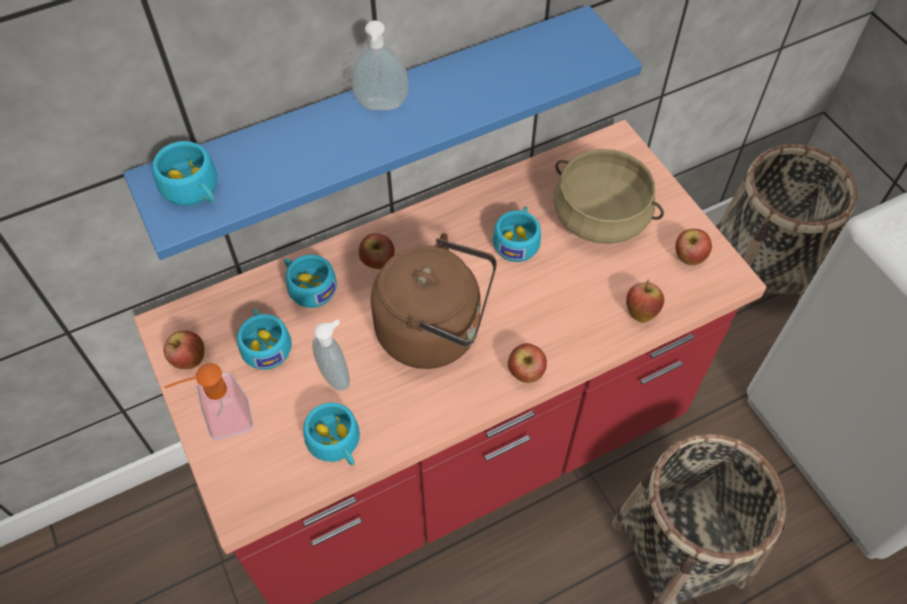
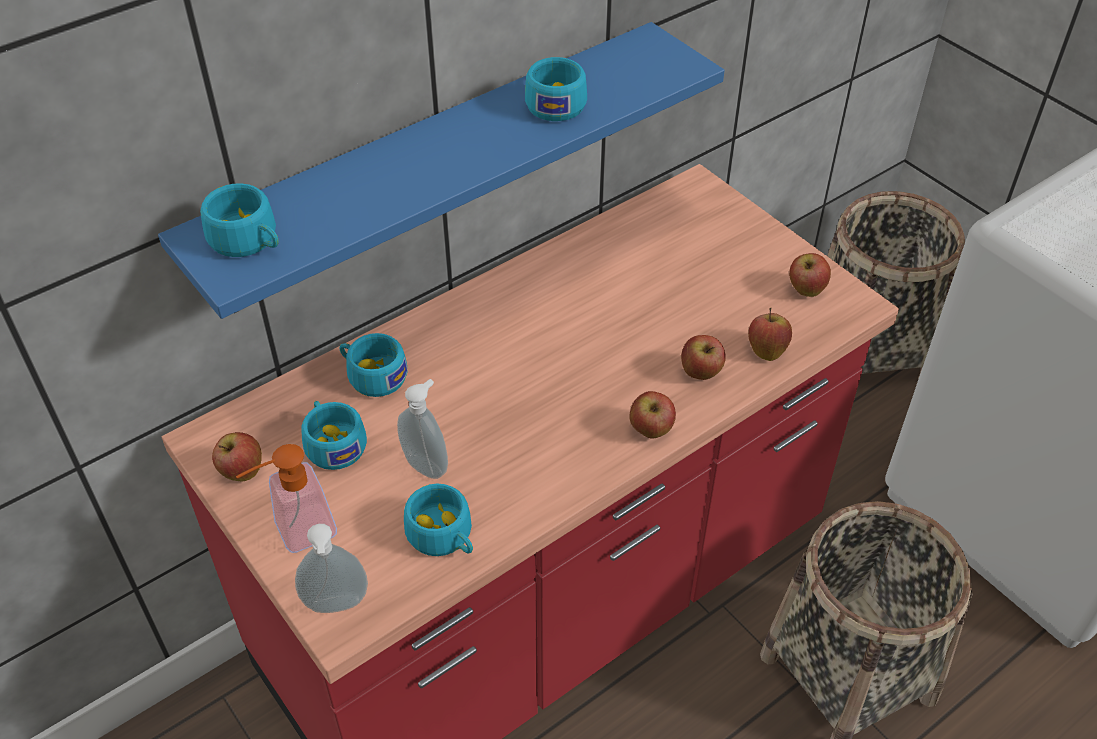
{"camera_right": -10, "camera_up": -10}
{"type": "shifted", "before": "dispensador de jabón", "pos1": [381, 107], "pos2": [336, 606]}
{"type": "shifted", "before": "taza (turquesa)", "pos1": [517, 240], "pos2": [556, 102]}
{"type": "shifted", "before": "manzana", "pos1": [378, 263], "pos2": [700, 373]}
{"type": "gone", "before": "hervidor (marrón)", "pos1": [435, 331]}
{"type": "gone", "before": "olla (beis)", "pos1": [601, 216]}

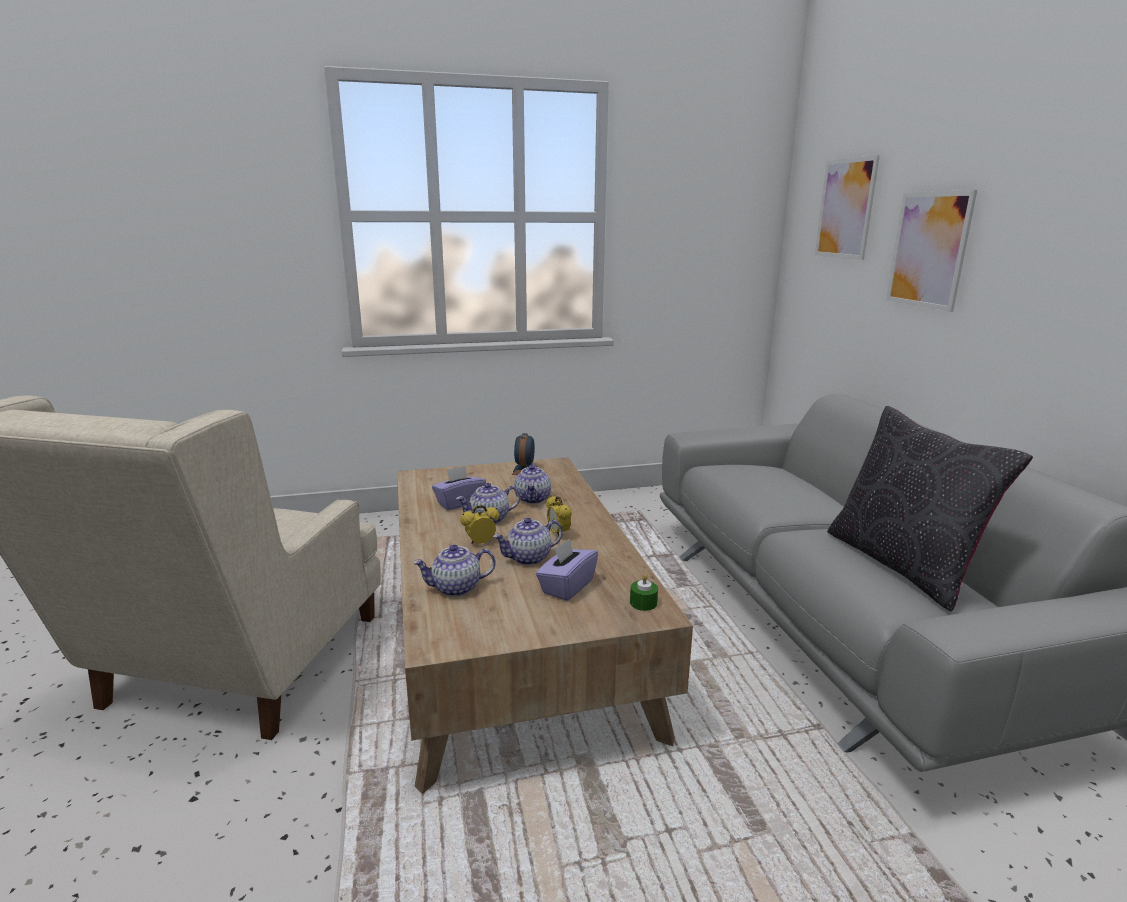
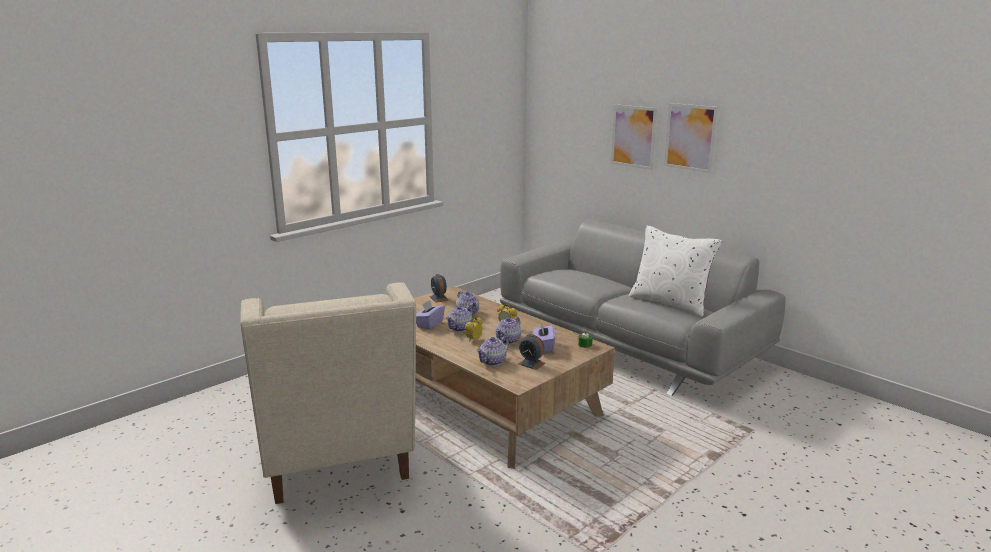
{"camera_right": -30, "camera_up": 0}
{"type": "new", "after": "despertador", "pos2": [531, 363]}
{"type": "repainted", "before": "cojín (negro)", "after": "cojín (blanco)", "pos1": [902, 564], "pos2": [670, 302]}
{"type": "shifted", "before": "cuadro", "pos1": [845, 209], "pos2": [690, 137]}

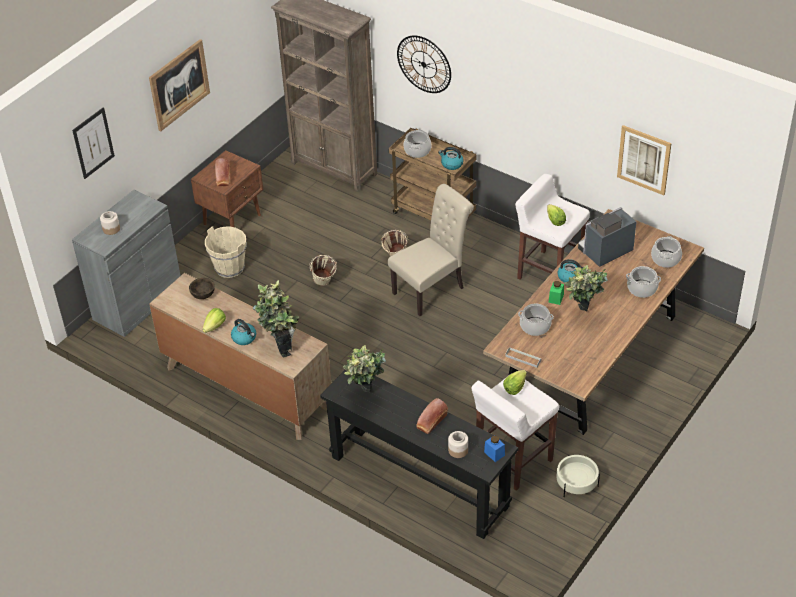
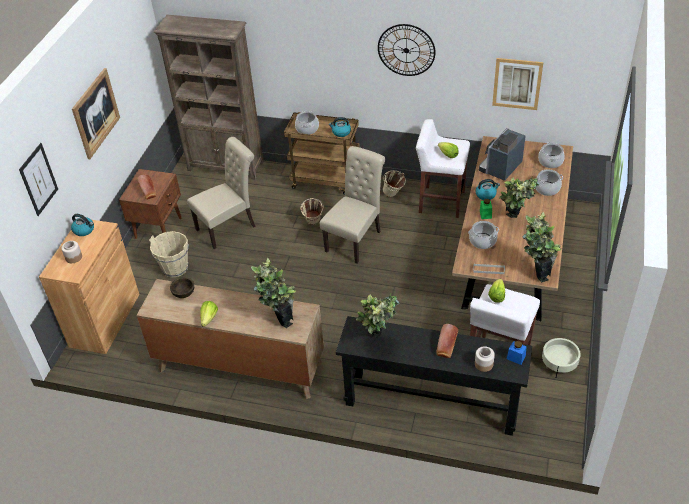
{"camera_right": -20, "camera_up": 0}
{"type": "repainted", "before": "armario (gris)", "after": "armario (marrón)", "pos1": [137, 302], "pos2": [105, 320]}
{"type": "shifted", "before": "hervidor", "pos1": [244, 338], "pos2": [84, 230]}
{"type": "new", "after": "silla (beis)", "pos2": [229, 227]}
{"type": "shifted", "before": "reloj de pared", "pos1": [424, 64], "pos2": [406, 50]}
{"type": "shifted", "before": "cubo (beis)", "pos1": [324, 284], "pos2": [393, 195]}
{"type": "new", "after": "planta en maceta", "pos2": [536, 272]}

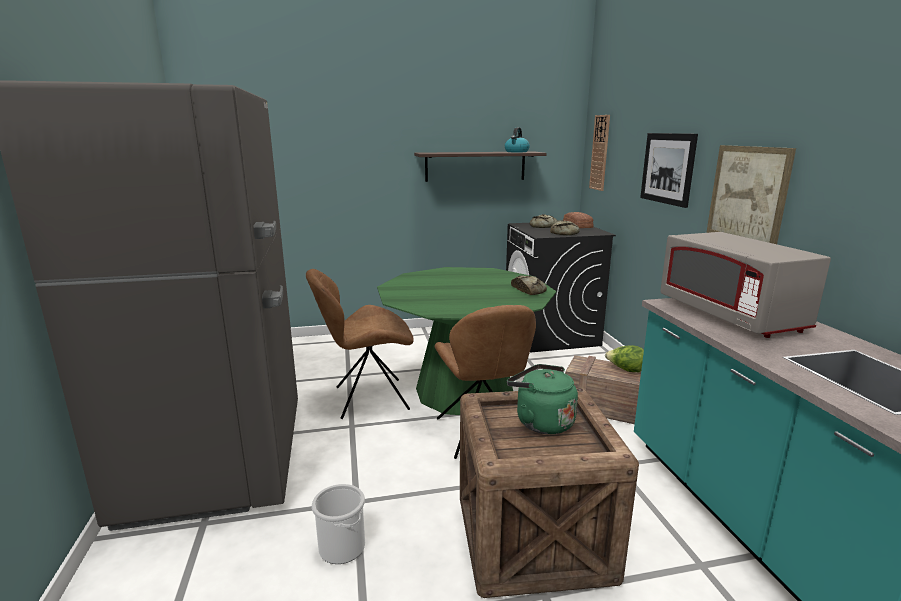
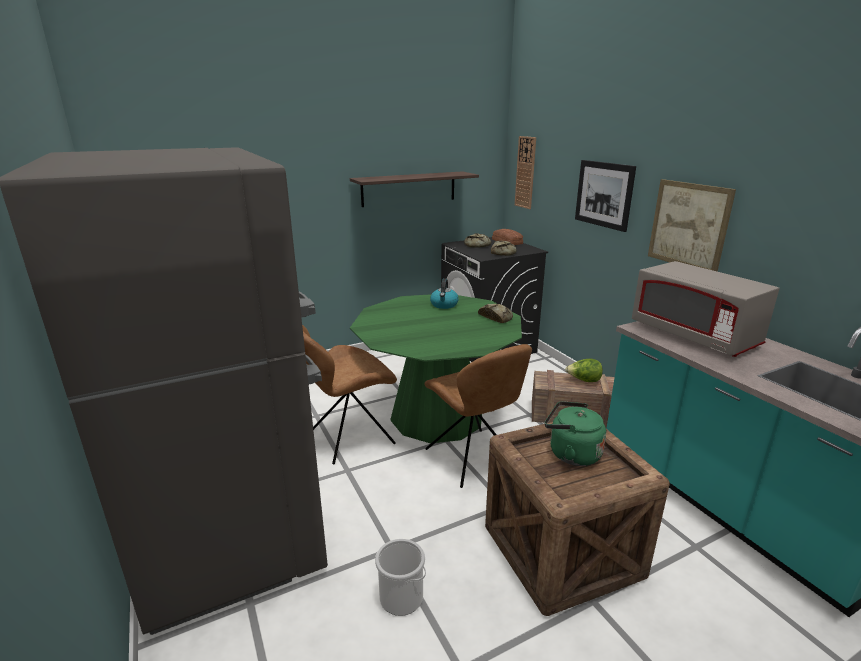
{"camera_right": -15, "camera_up": 5}
{"type": "shifted", "before": "hervidor", "pos1": [516, 152], "pos2": [444, 305]}

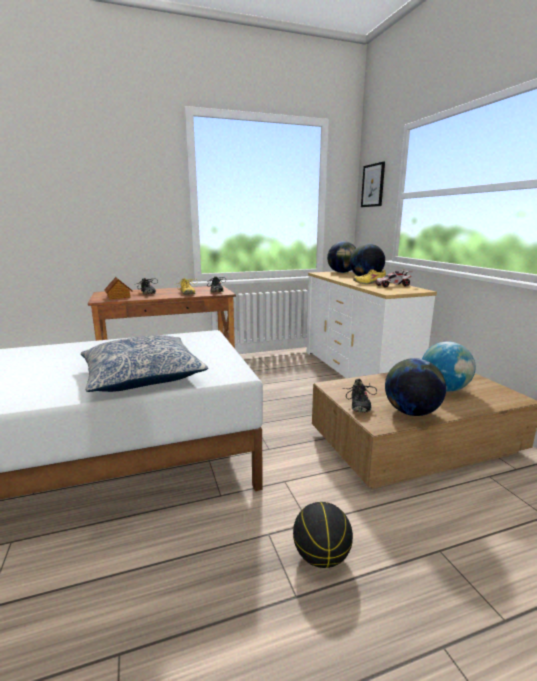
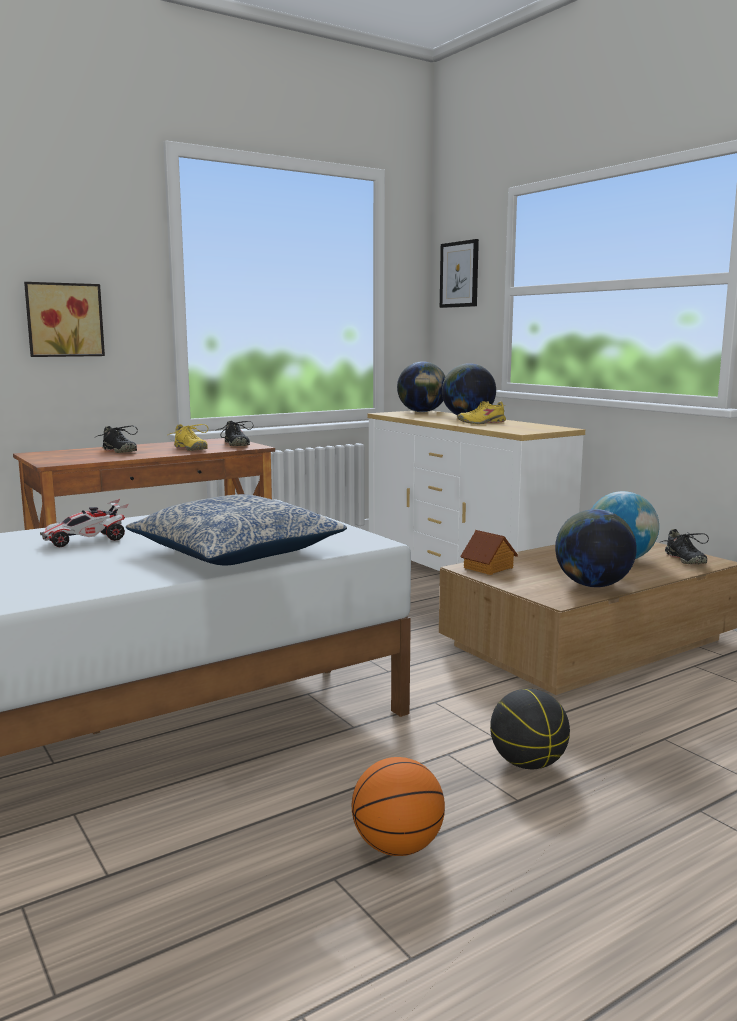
{"camera_right": -15, "camera_up": -5}
{"type": "new", "after": "cuadro", "pos2": [64, 320]}
{"type": "shifted", "before": "coche de juguete", "pos1": [392, 286], "pos2": [86, 540]}
{"type": "new", "after": "balón de baloncesto", "pos2": [397, 847]}
{"type": "shifted", "before": "casita", "pos1": [118, 297], "pos2": [489, 568]}
{"type": "shifted", "before": "zapato (negro)", "pos1": [358, 405], "pos2": [684, 560]}

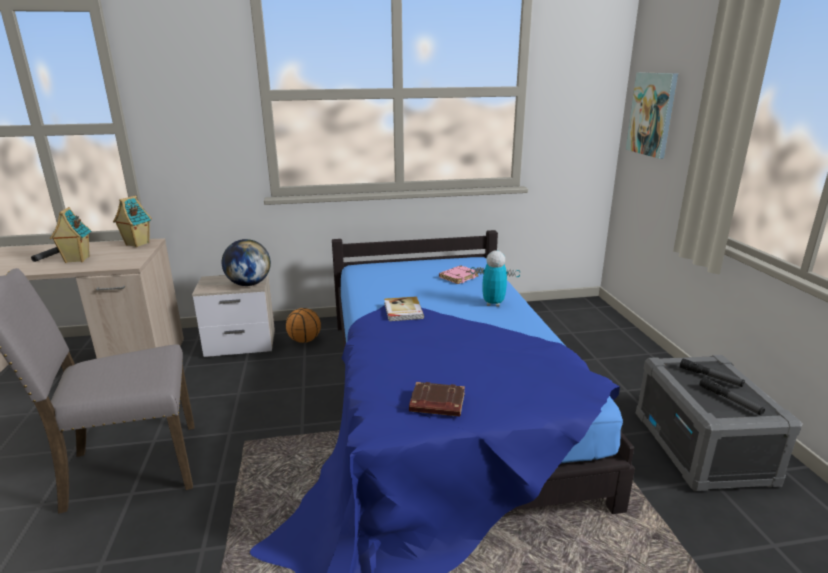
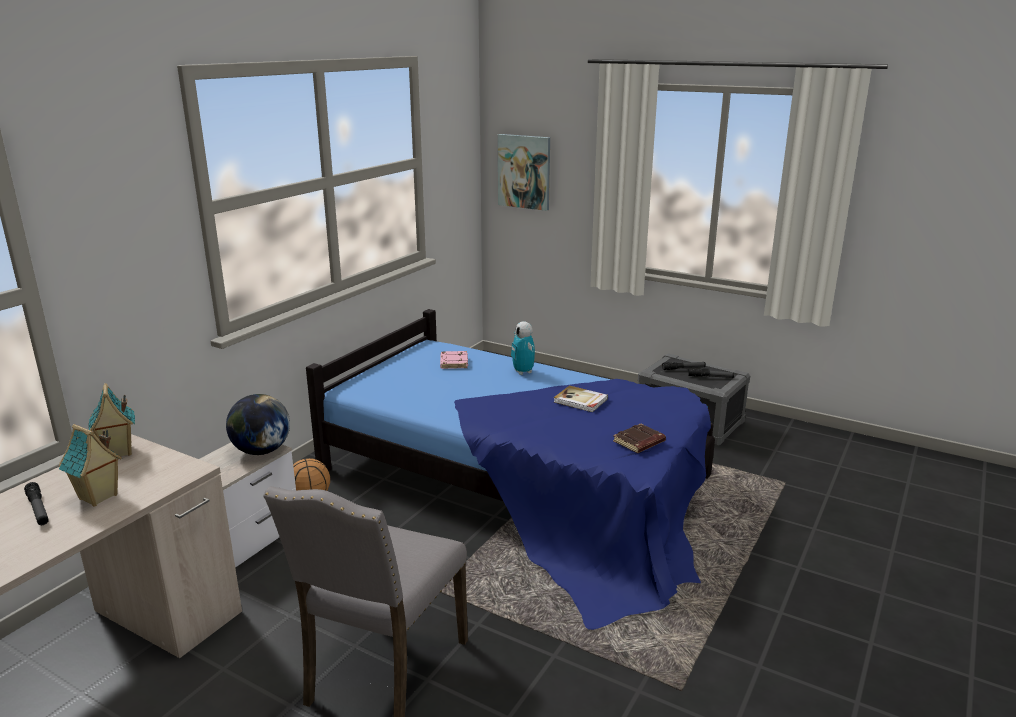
{"camera_right": -50, "camera_up": 0}
{"type": "rotated", "before": "robot de juguete", "pos1": [493, 304], "pos2": [523, 372], "turn": -75}
{"type": "shifted", "before": "libro", "pos1": [402, 311], "pos2": [580, 401]}

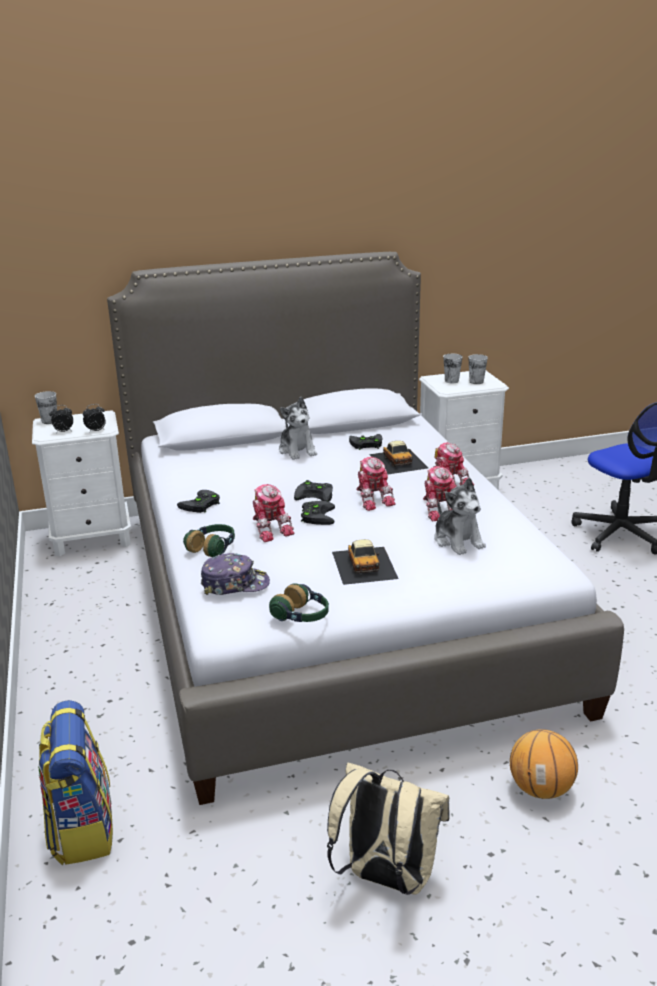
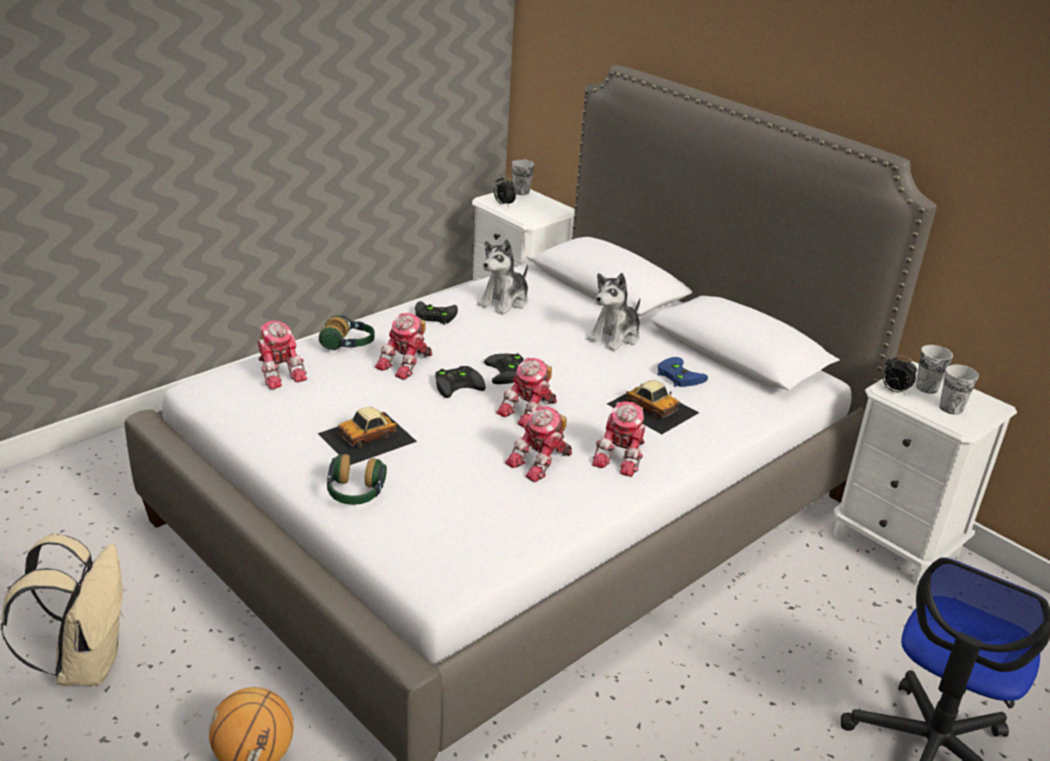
{"camera_right": 60, "camera_up": 5}
{"type": "swapped", "before": "gorra", "after": "robot de juguete", "pos1": [235, 584], "pos2": [279, 372]}
{"type": "shifted", "before": "auriculares", "pos1": [302, 616], "pos2": [355, 493]}
{"type": "shifted", "before": "peluche", "pos1": [458, 541], "pos2": [505, 302]}
{"type": "rotated", "before": "coche de juguete", "pos1": [398, 461], "pos2": [652, 408], "turn": -90}
{"type": "repainted", "before": "mando de consola (negro)", "after": "mando de consola (azul)", "pos1": [365, 444], "pos2": [677, 375]}
{"type": "shifted", "before": "despertador", "pos1": [96, 431], "pos2": [894, 391]}
{"type": "gone", "before": "mochila", "pos1": [81, 828]}

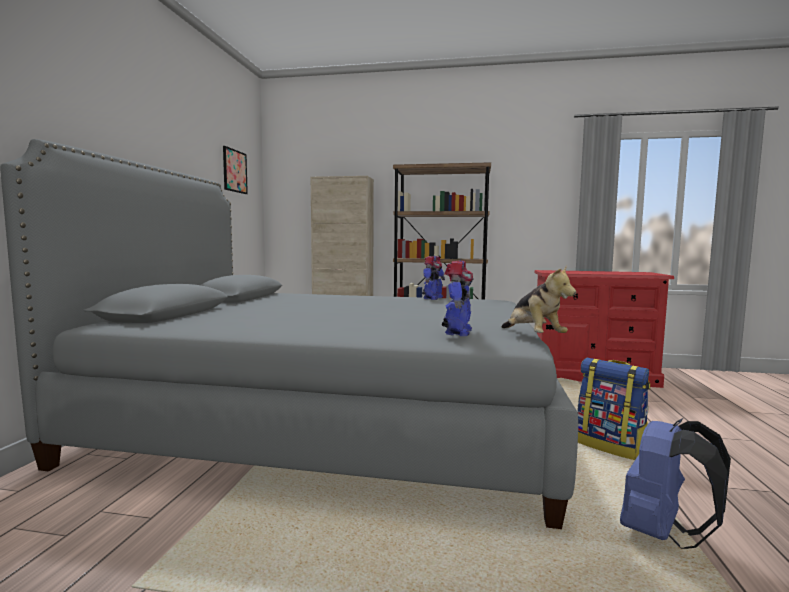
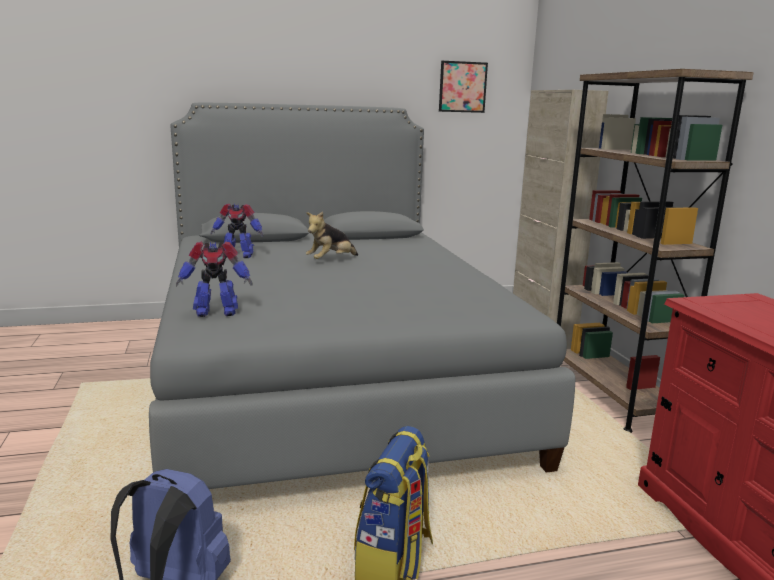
{"camera_right": 65, "camera_up": 10}
{"type": "shifted", "before": "robot de juguete", "pos1": [432, 298], "pos2": [238, 255]}
{"type": "shifted", "before": "peluche", "pos1": [533, 337], "pos2": [331, 261]}

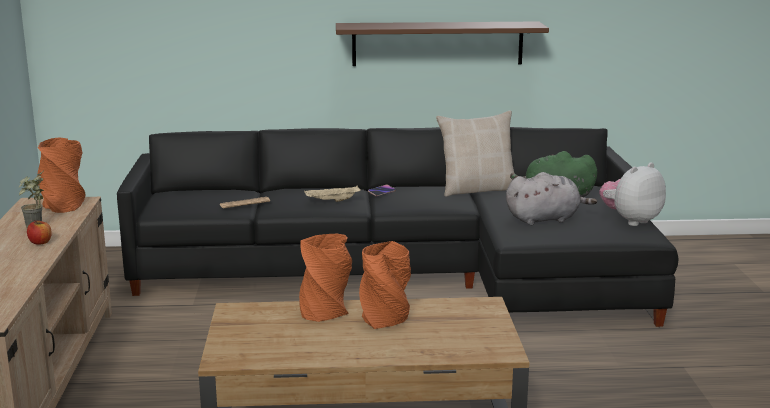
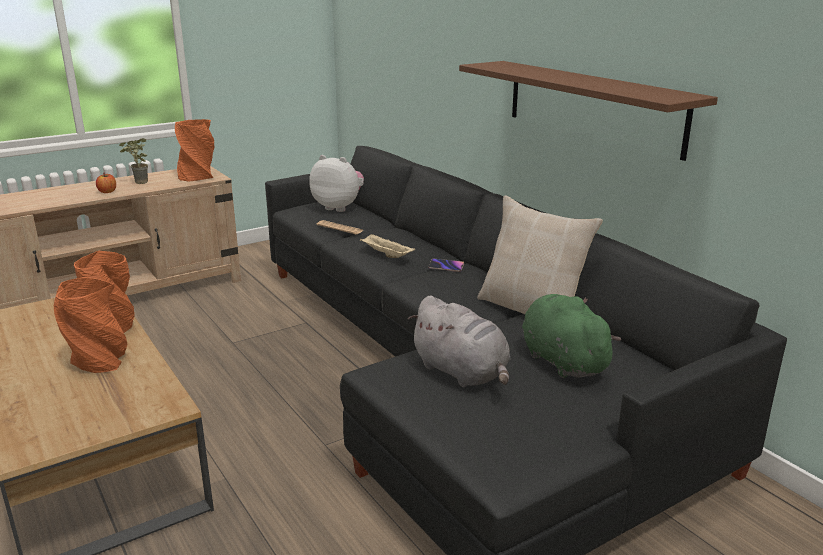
{"camera_right": 60, "camera_up": 5}
{"type": "shifted", "before": "peluche", "pos1": [631, 220], "pos2": [339, 207]}

